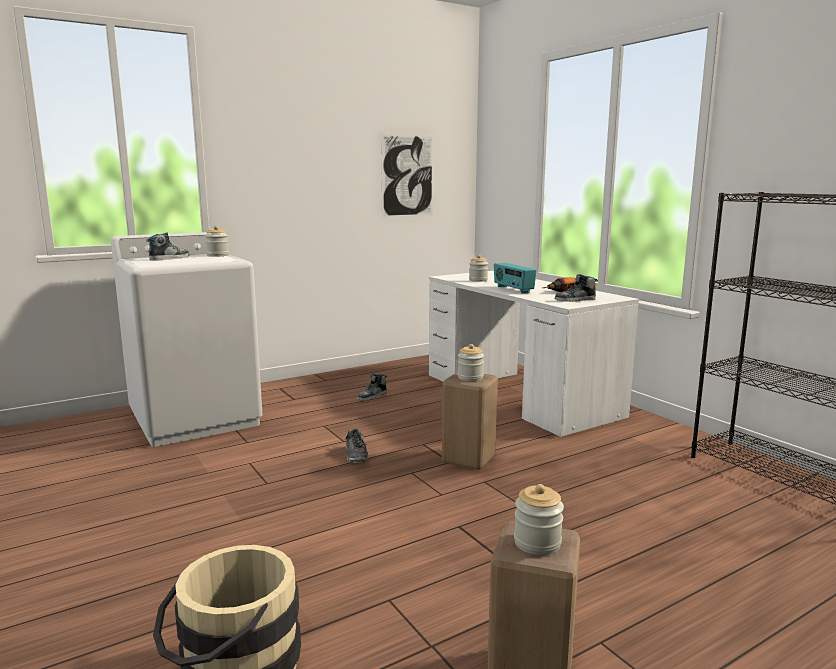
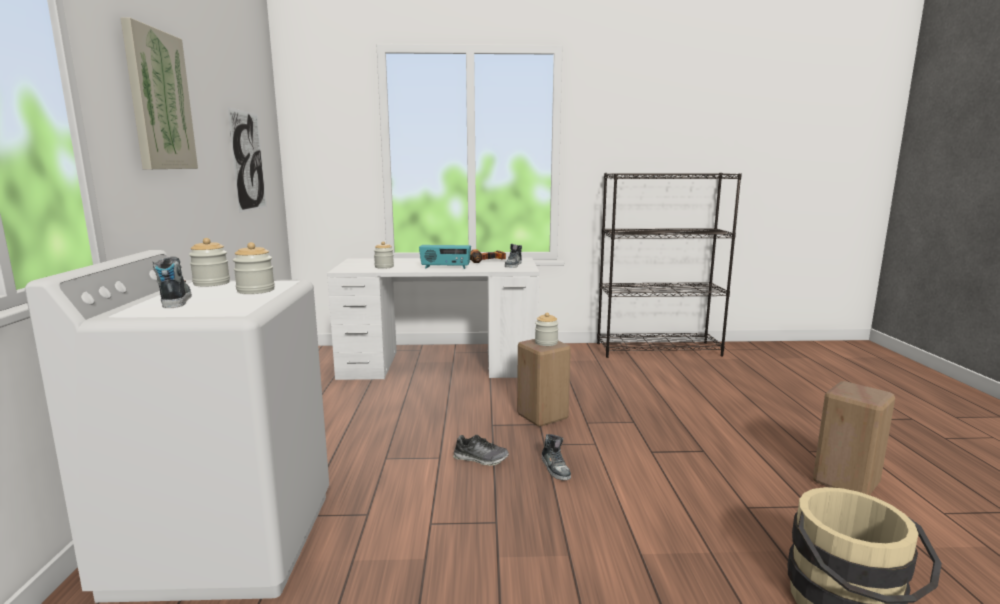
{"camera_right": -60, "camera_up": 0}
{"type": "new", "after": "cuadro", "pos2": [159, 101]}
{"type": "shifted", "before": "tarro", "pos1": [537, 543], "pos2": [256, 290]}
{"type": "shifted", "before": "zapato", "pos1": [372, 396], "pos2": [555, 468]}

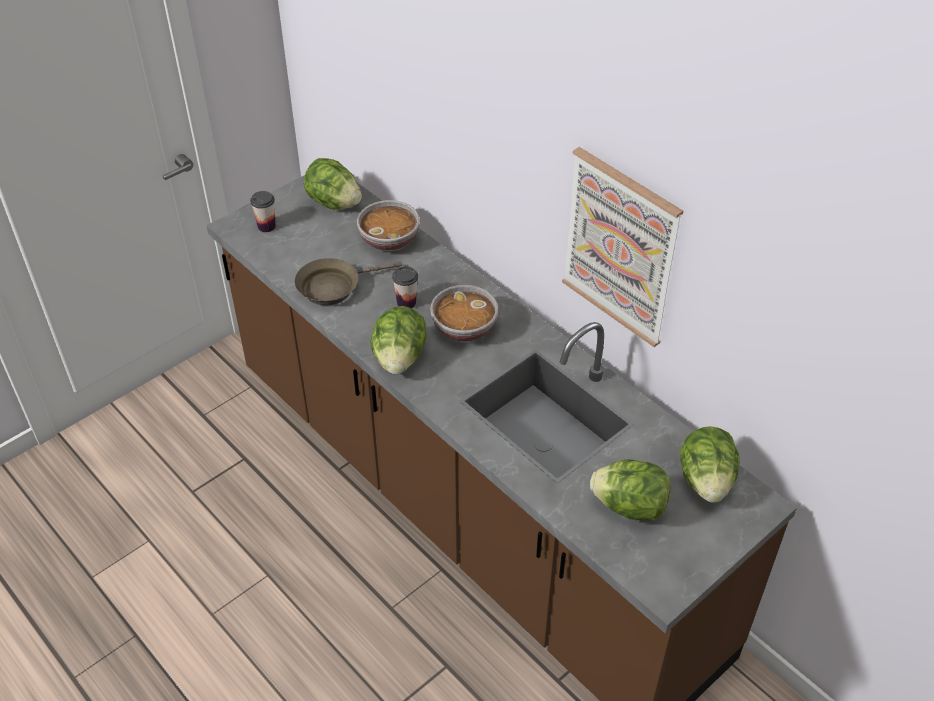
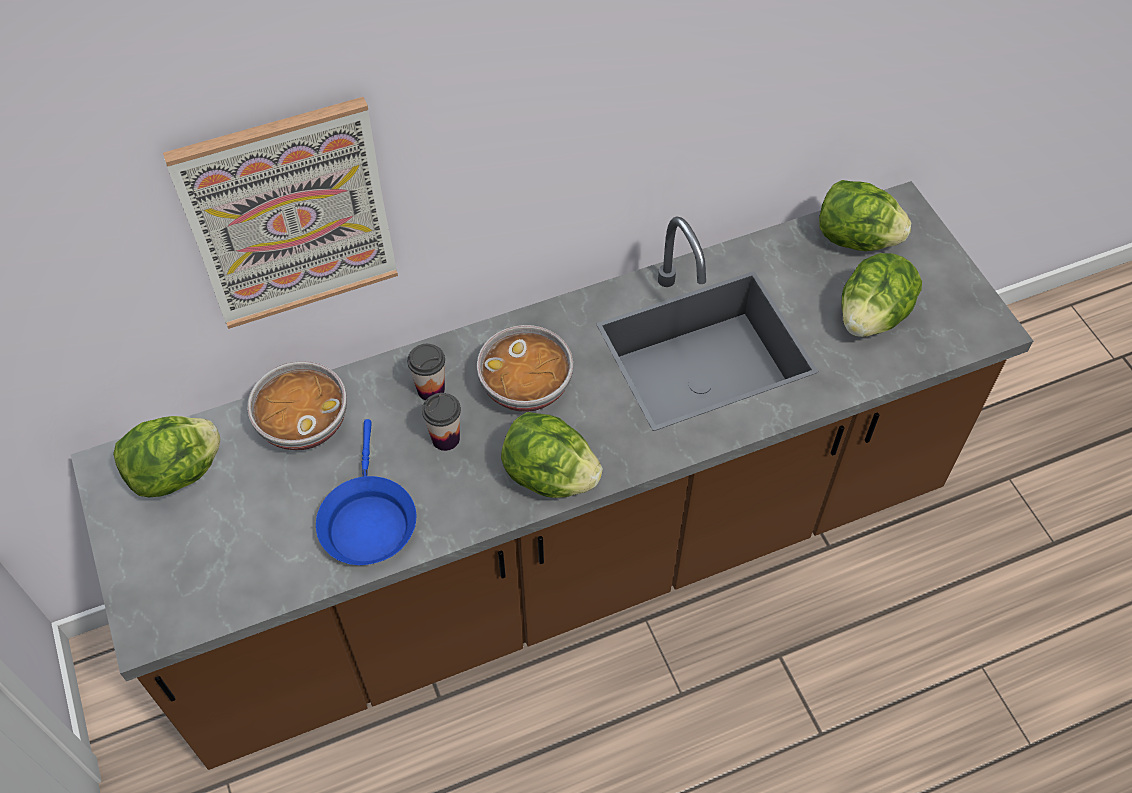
{"camera_right": -70, "camera_up": 10}
{"type": "shifted", "before": "cuadro", "pos1": [620, 247], "pos2": [289, 215]}
{"type": "repainted", "before": "sartén (marrón)", "after": "sartén (azul)", "pos1": [333, 287], "pos2": [367, 520]}
{"type": "shifted", "before": "taza", "pos1": [266, 226], "pos2": [431, 389]}

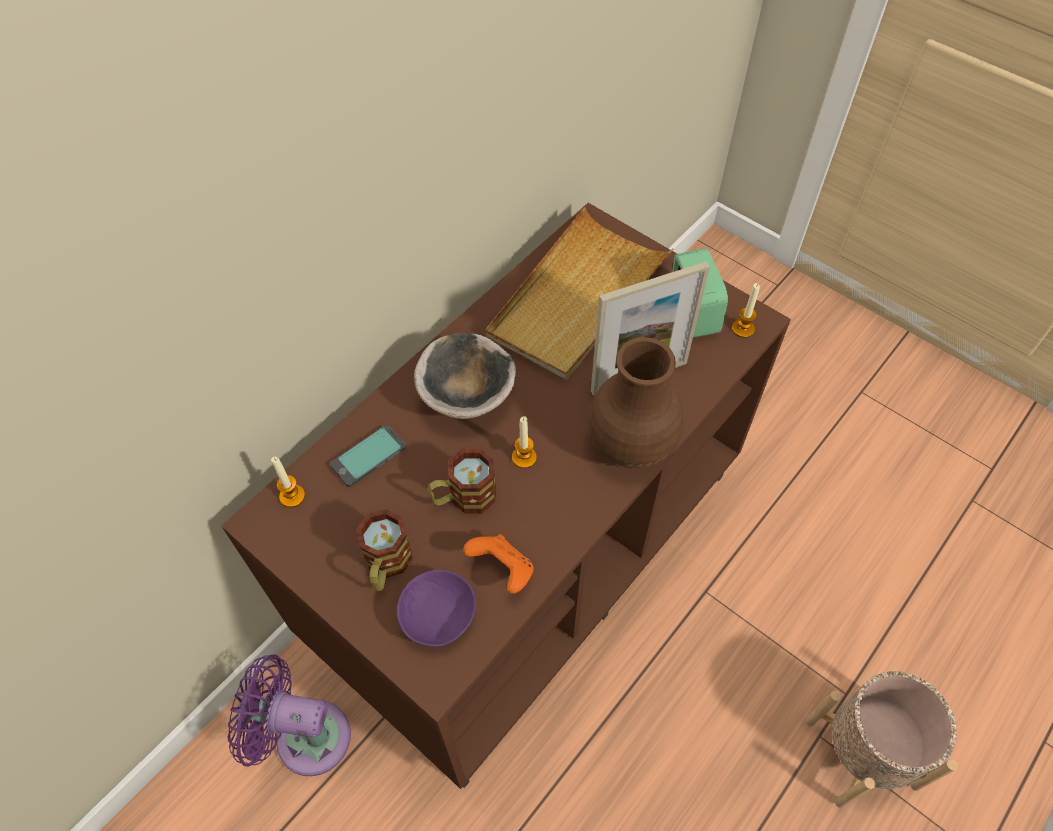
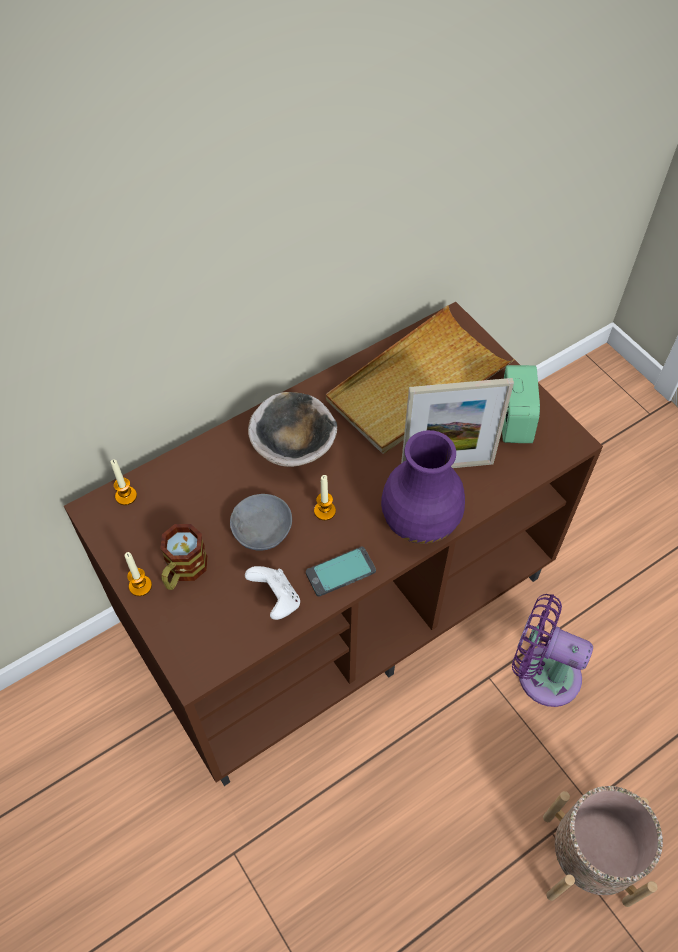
{"camera_right": 15, "camera_up": 0}
{"type": "shifted", "before": "vela", "pos1": [743, 329], "pos2": [140, 586]}
{"type": "swapped", "before": "taza grande", "after": "cuenco (gris)", "pos1": [464, 497], "pos2": [263, 532]}
{"type": "repainted", "before": "mando de consola (naranja)", "after": "mando de consola (blanco)", "pos1": [503, 570], "pos2": [276, 599]}
{"type": "shifted", "before": "móvil", "pos1": [369, 456], "pos2": [340, 572]}
{"type": "repainted", "before": "florero (marrón)", "after": "florero (morado)", "pos1": [632, 444], "pos2": [421, 522]}
{"type": "shifted", "before": "ventilador (morado)", "pos1": [305, 736], "pos2": [542, 673]}
{"type": "gone", "before": "cuenco (morado)", "pos1": [439, 618]}

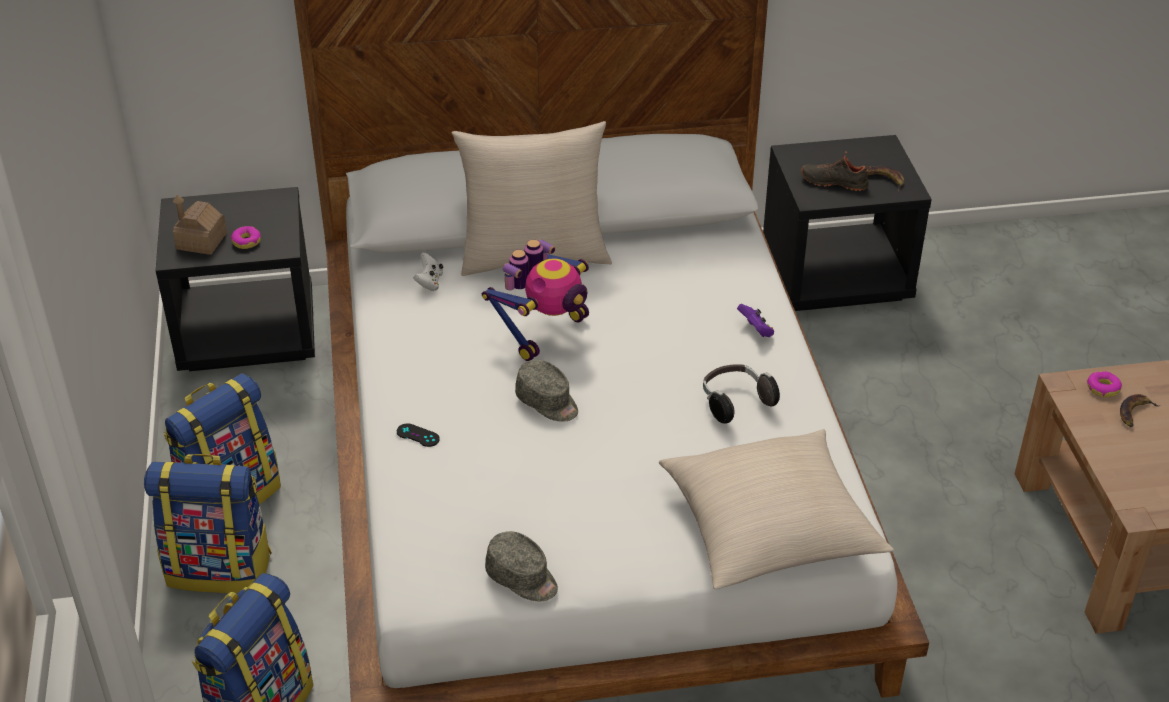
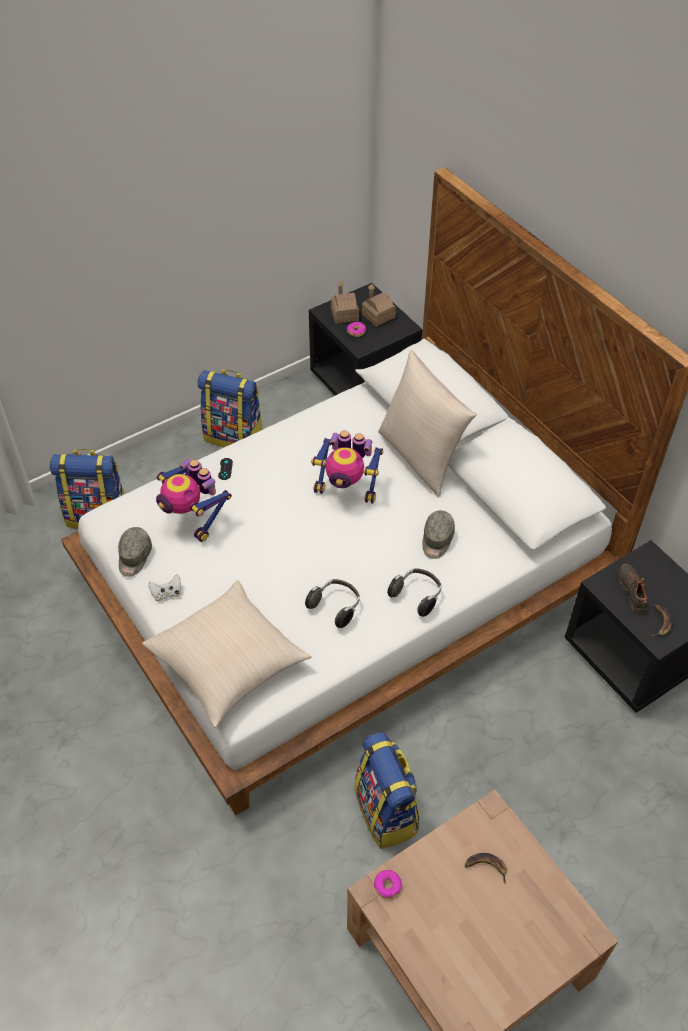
{"camera_right": 65, "camera_up": 10}
{"type": "shifted", "before": "mando de consola (blanco)", "pos1": [429, 282], "pos2": [167, 593]}
{"type": "new", "after": "robot de juguete", "pos2": [192, 518]}
{"type": "shifted", "before": "mochila", "pos1": [220, 568], "pos2": [387, 812]}
{"type": "new", "after": "casita", "pos2": [378, 316]}
{"type": "shifted", "before": "rosquilla", "pos1": [1102, 388], "pos2": [387, 886]}
{"type": "swapped", "before": "mando de consola (morado)", "after": "auriculares", "pos1": [756, 331], "pos2": [417, 596]}
{"type": "shifted", "before": "gorra (gris)", "pos1": [547, 402], "pos2": [437, 540]}

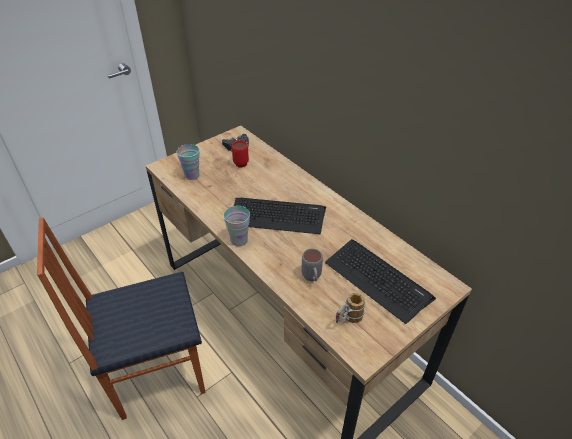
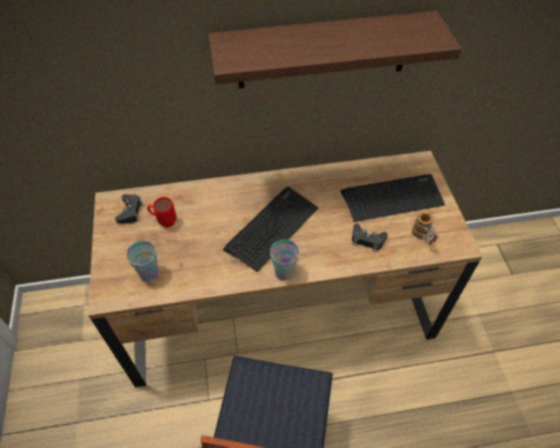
{"camera_right": -60, "camera_up": 10}
{"type": "new", "after": "estante", "pos2": [323, 51]}
{"type": "swapped", "before": "taza grande (gris)", "after": "mando de consola (negro)", "pos1": [312, 279], "pos2": [367, 240]}

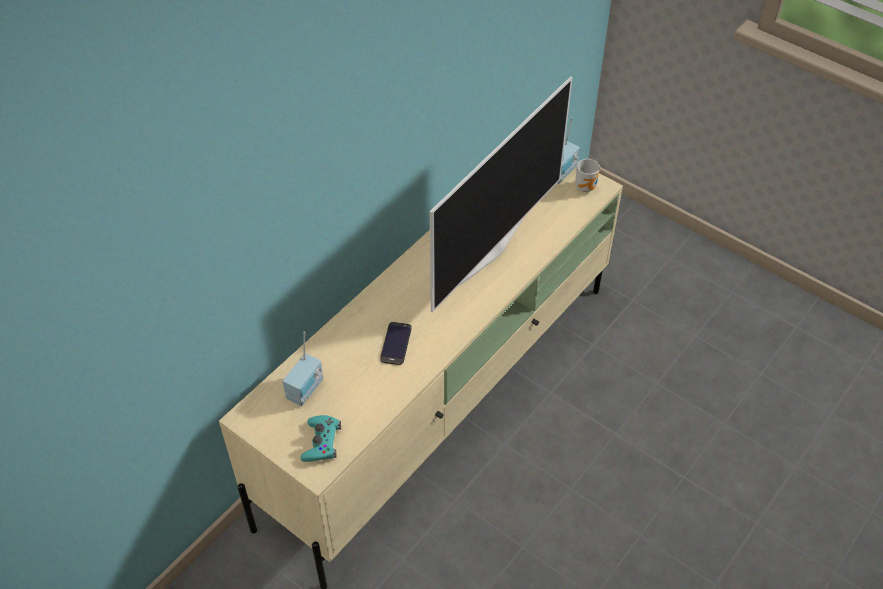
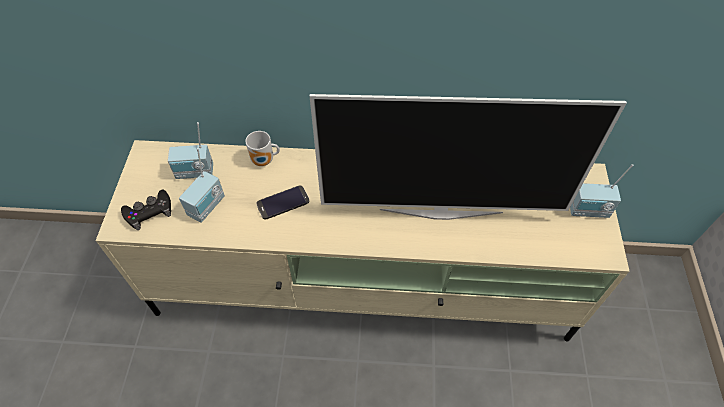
{"camera_right": 55, "camera_up": 5}
{"type": "repainted", "before": "mando de consola (turquesa)", "after": "mando de consola (negro)", "pos1": [321, 442], "pos2": [149, 212]}
{"type": "new", "after": "radio", "pos2": [207, 207]}
{"type": "shifted", "before": "taza grande", "pos1": [587, 187], "pos2": [264, 161]}

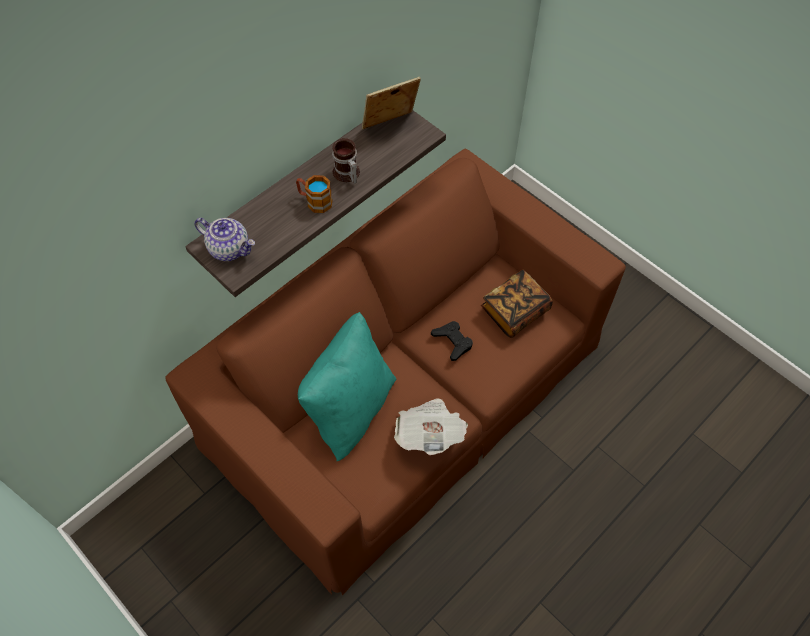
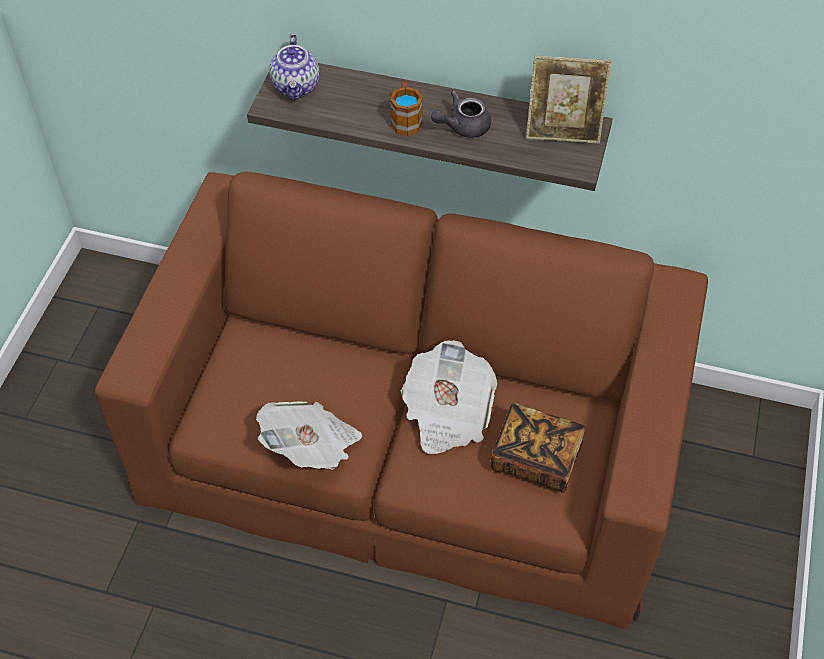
{"camera_right": 60, "camera_up": -5}
{"type": "swapped", "before": "mando de consola (negro)", "after": "periódico", "pos1": [452, 342], "pos2": [447, 414]}
{"type": "swapped", "before": "taza grande", "after": "tetera (gris)", "pos1": [346, 174], "pos2": [462, 127]}
{"type": "rotated", "before": "portarretratos", "pos1": [390, 127], "pos2": [563, 131], "turn": 150}
{"type": "gone", "before": "cojín (turquesa)", "pos1": [350, 409]}

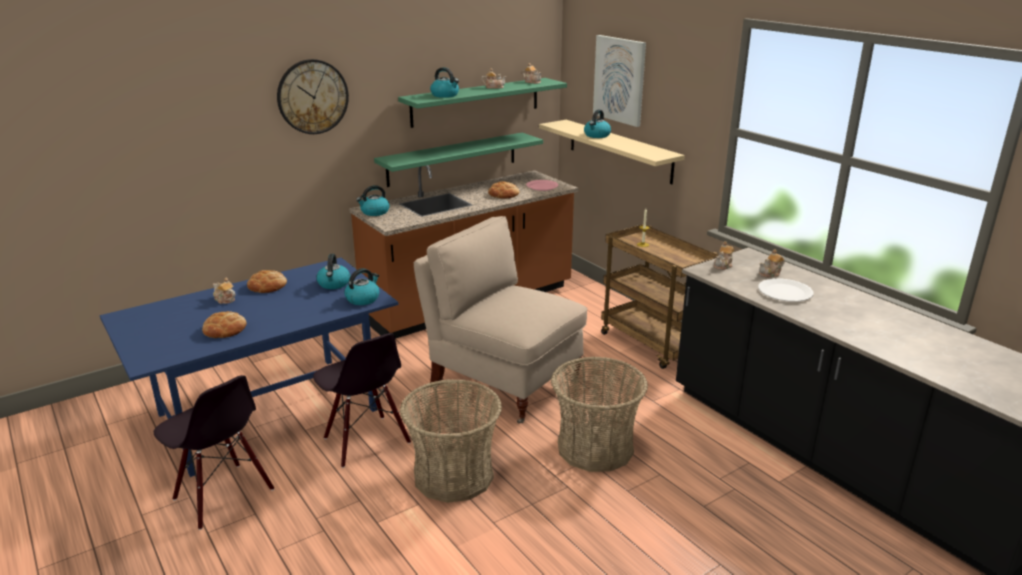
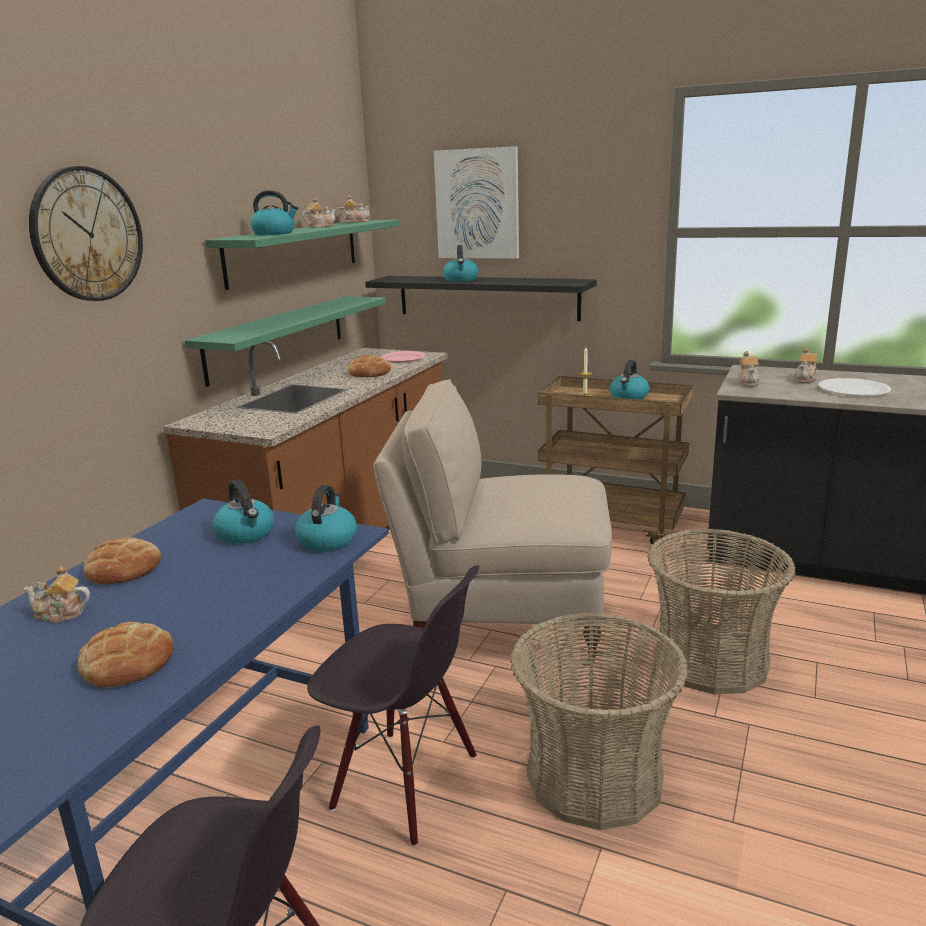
{"camera_right": -30, "camera_up": -5}
{"type": "repainted", "before": "estante (beis)", "after": "estante (negro)", "pos1": [619, 150], "pos2": [487, 297]}
{"type": "shifted", "before": "hervidor", "pos1": [374, 212], "pos2": [629, 397]}

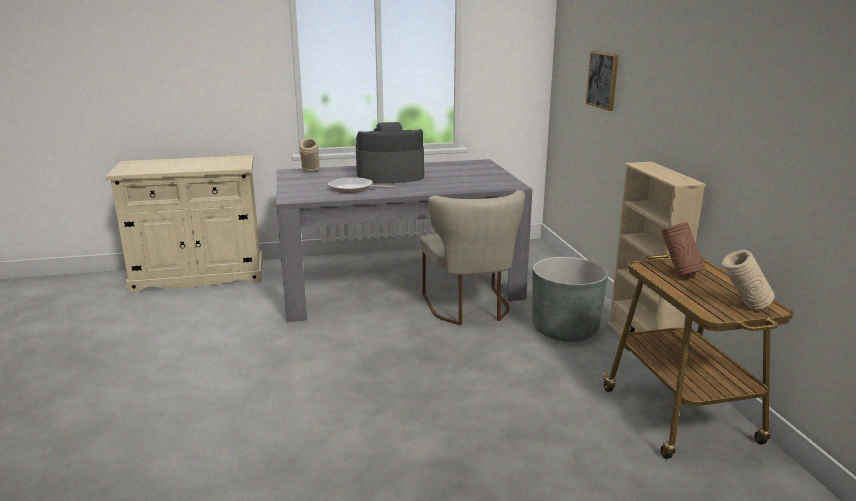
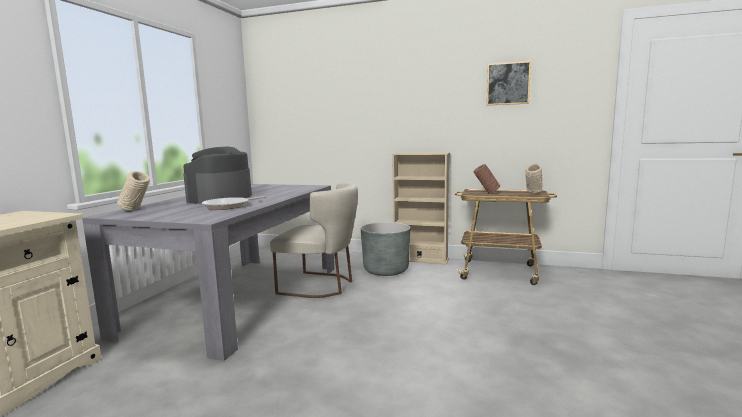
{"camera_right": -60, "camera_up": -10}
{"type": "shifted", "before": "cuadro", "pos1": [603, 80], "pos2": [508, 83]}

